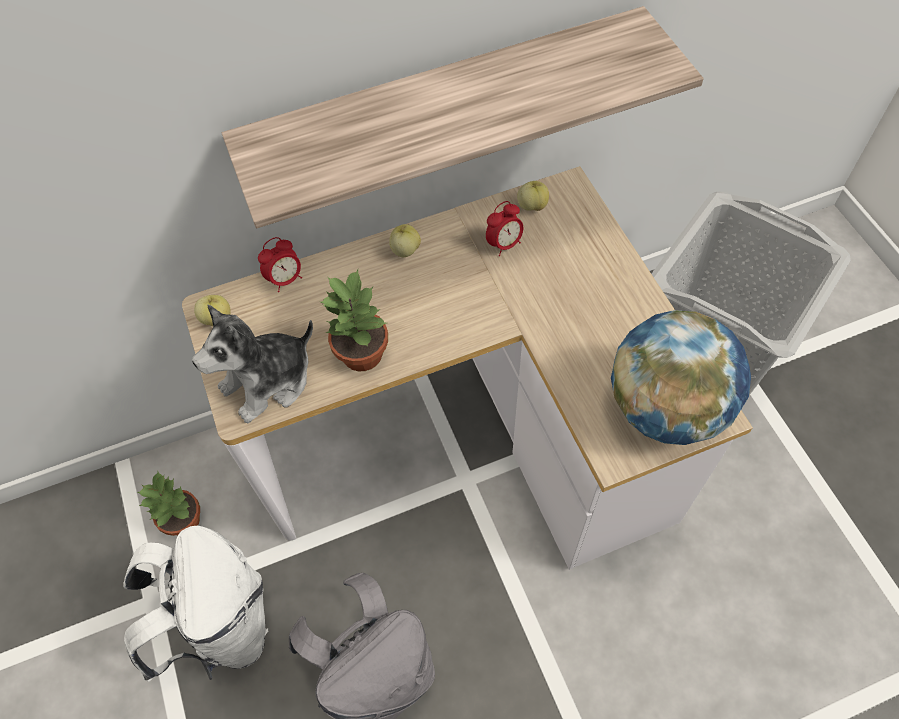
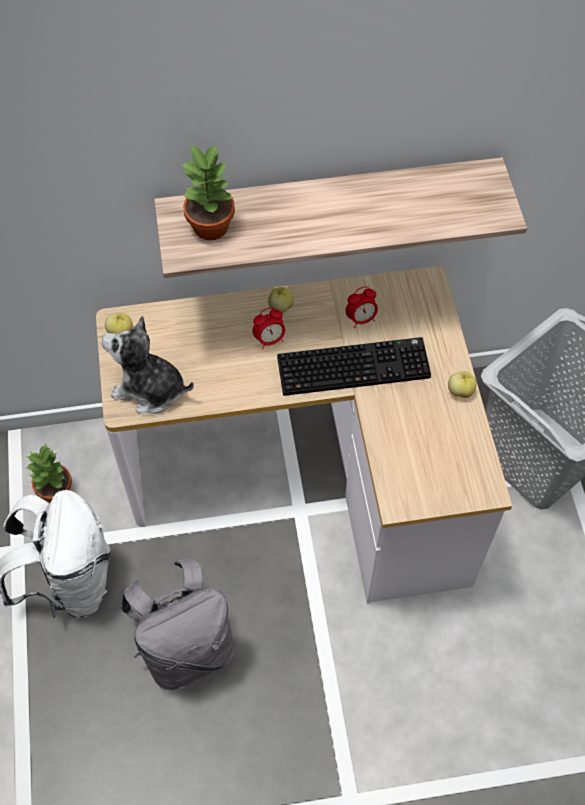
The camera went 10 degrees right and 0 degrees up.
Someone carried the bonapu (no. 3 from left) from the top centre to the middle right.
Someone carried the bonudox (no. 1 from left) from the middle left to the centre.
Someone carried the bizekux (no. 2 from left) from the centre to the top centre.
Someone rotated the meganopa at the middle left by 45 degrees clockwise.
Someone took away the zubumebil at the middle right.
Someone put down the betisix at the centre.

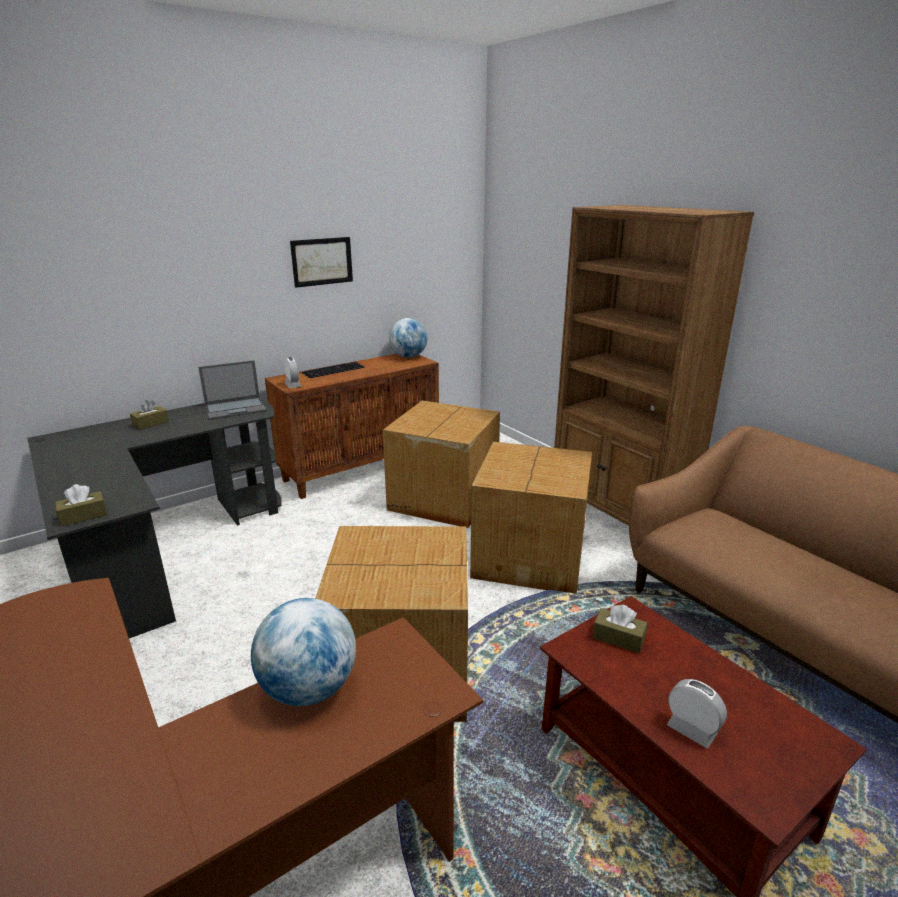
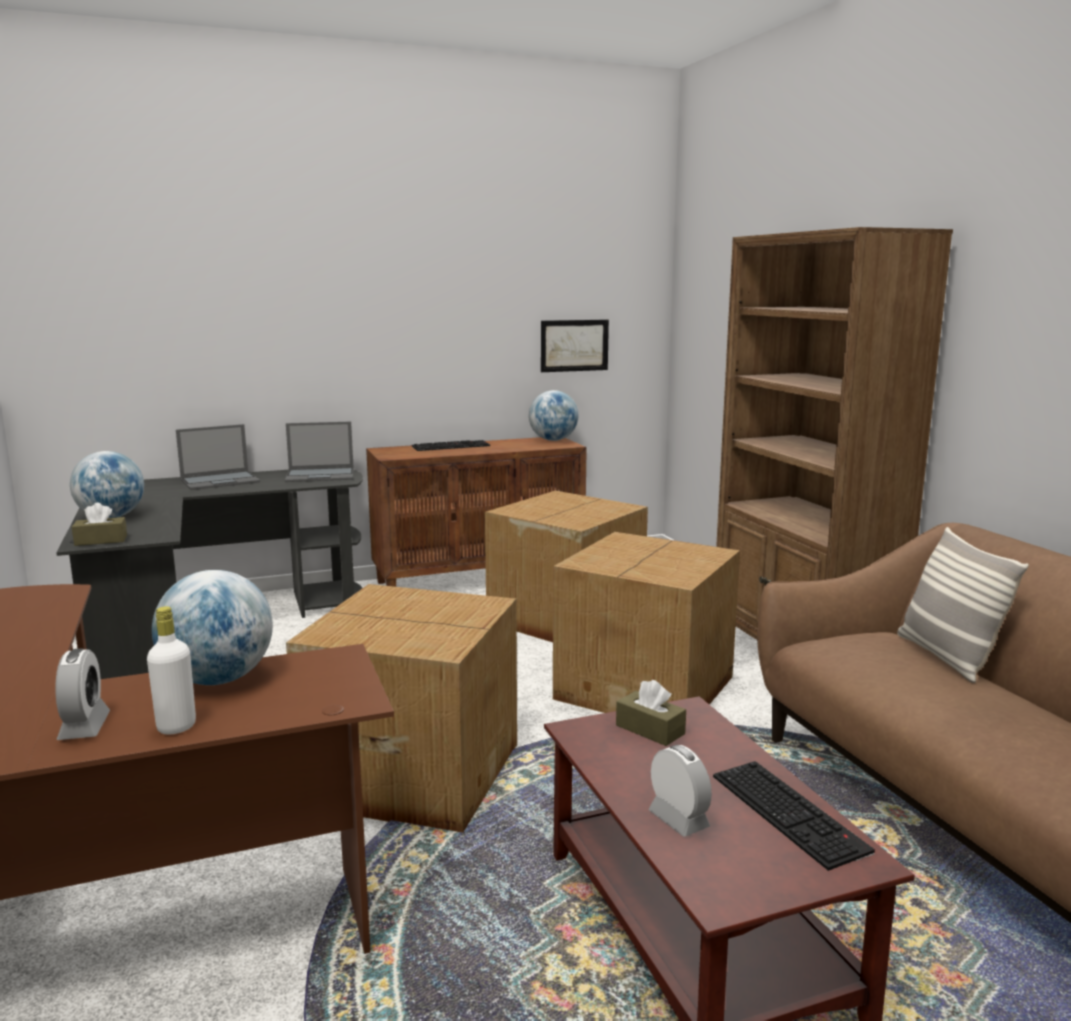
The camera went 15 degrees right and 10 degrees down.
Someone carried the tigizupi from the top centre to the centre.
Someone carried the bonudox (no. 1 from left) from the middle left to the bottom left.
Someone swapped the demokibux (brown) (no. 2 from left) at the middle left for the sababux (no. 1 from left) at the middle left.
Someone put down the zubumebil (no. 1 from left) at the middle left.
Someone put down the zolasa at the middle right.
Someone put down the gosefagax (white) at the middle left.
Someone put down the betisix (no. 2 from left) at the bottom right.

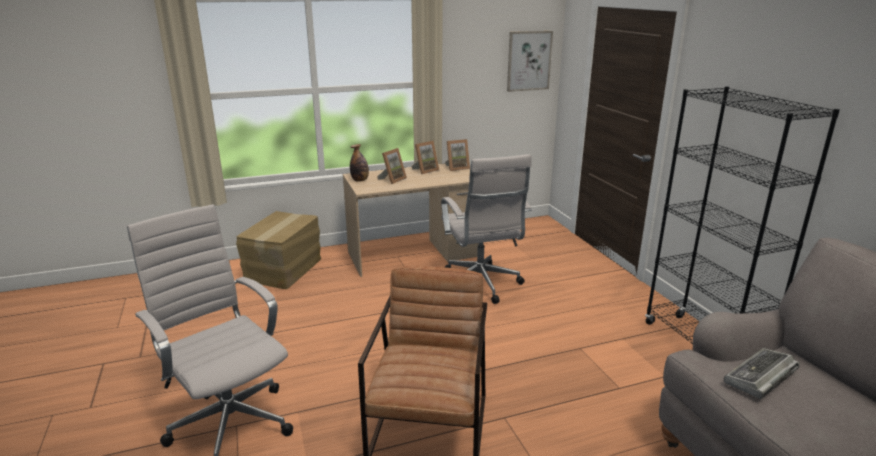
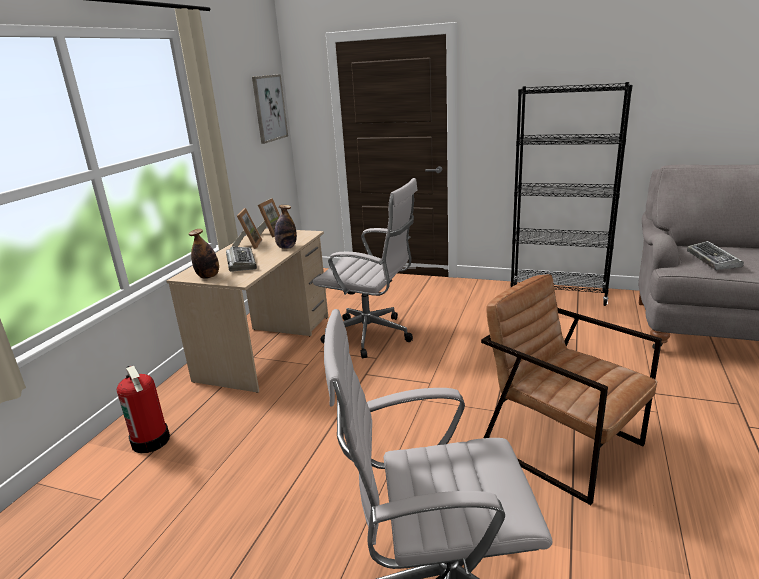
The camera went 50 degrees left and 0 degrees up.
Someone swapped the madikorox (no. 1 from left) at the centre for the betisix (no. 1 from left) at the middle left.
Someone swapped the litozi at the middle left for the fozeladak at the bottom left.
Someone put down the gosefagax (no. 2 from left) at the centre.

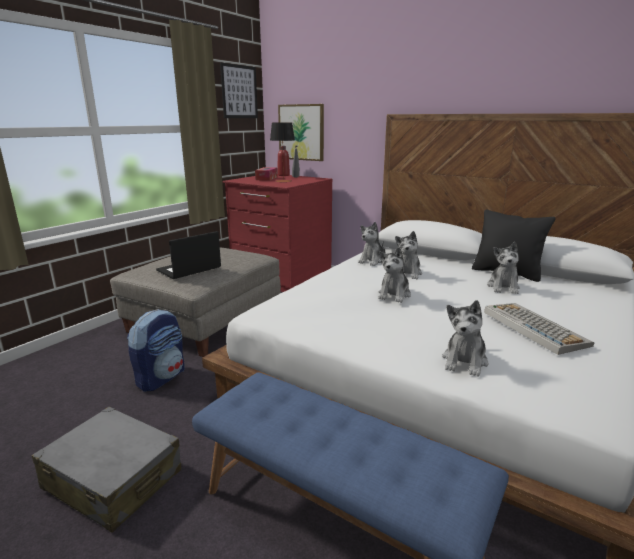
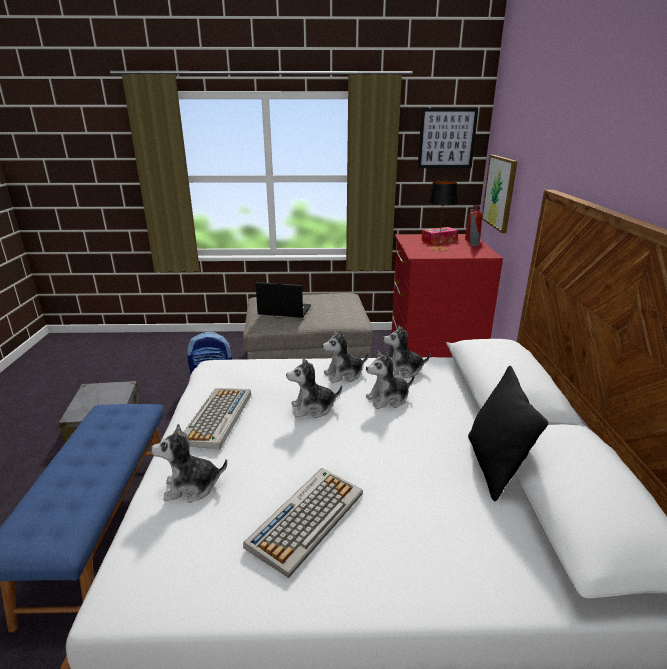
The camera went 55 degrees right and 5 degrees up.
Someone carried the meganopa (no. 5 from left in the first image) from the middle right to the centre.
Someone put down the betisix (no. 1 from left) at the middle left.

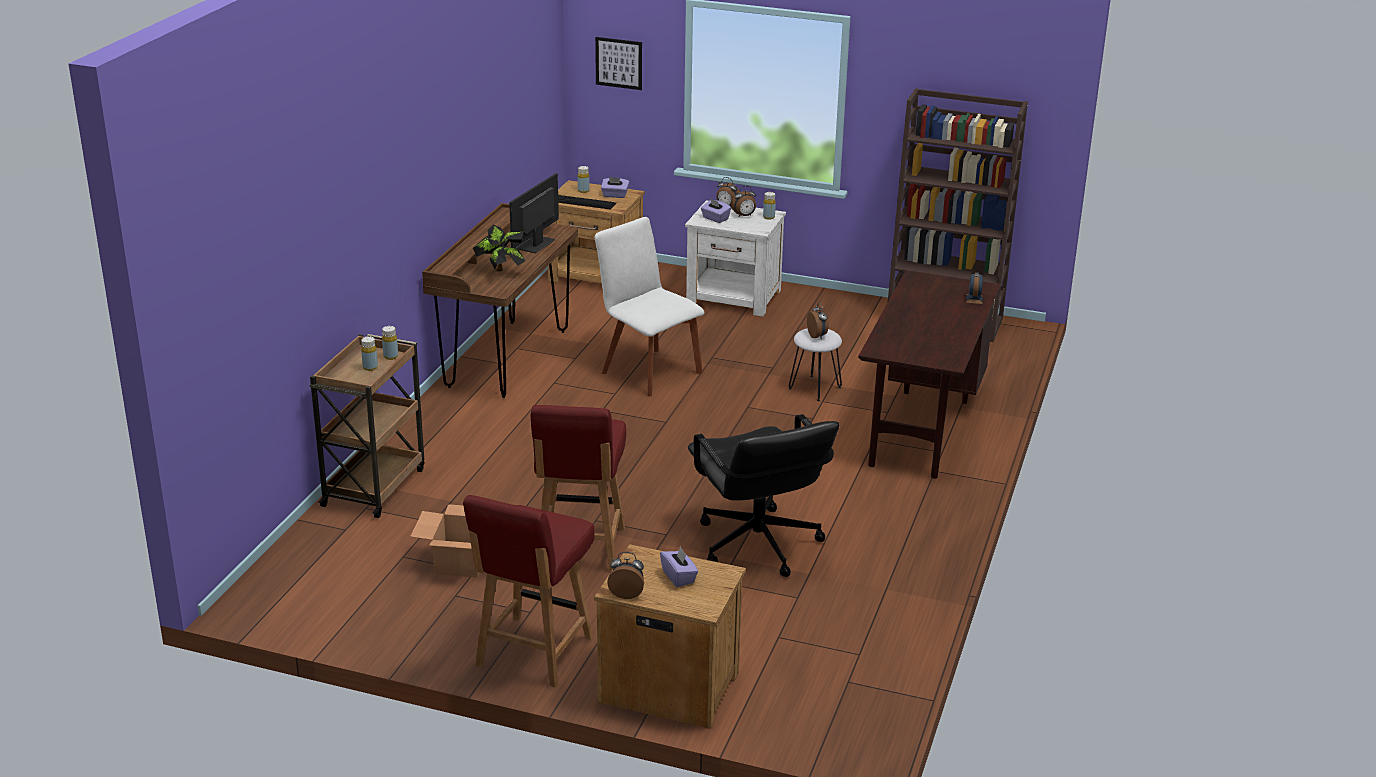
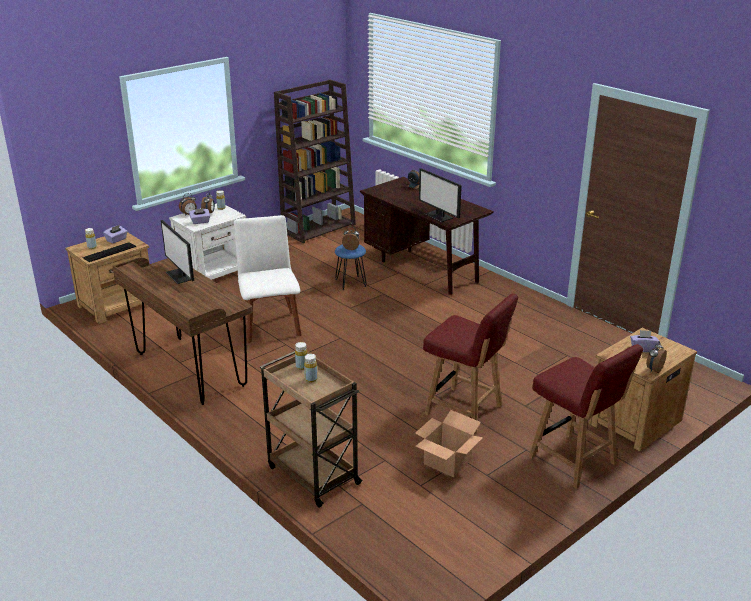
The camera went 60 degrees left and 0 degrees up.
Someone took away the tigizupi at the top centre.
Someone rotated the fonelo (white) at the centre by 90 degrees clockwise.
Someone took away the bizekux at the top centre.
Someone repainted the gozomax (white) at the centre, which became the gozomax (blue) at the centre.
Someone took away the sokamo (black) at the centre.
Someone put down the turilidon (no. 2 from left) at the top centre.

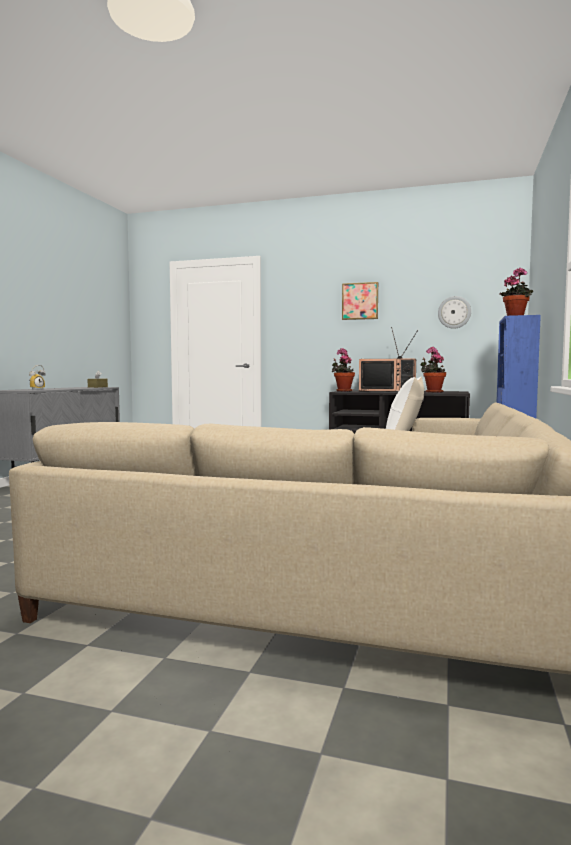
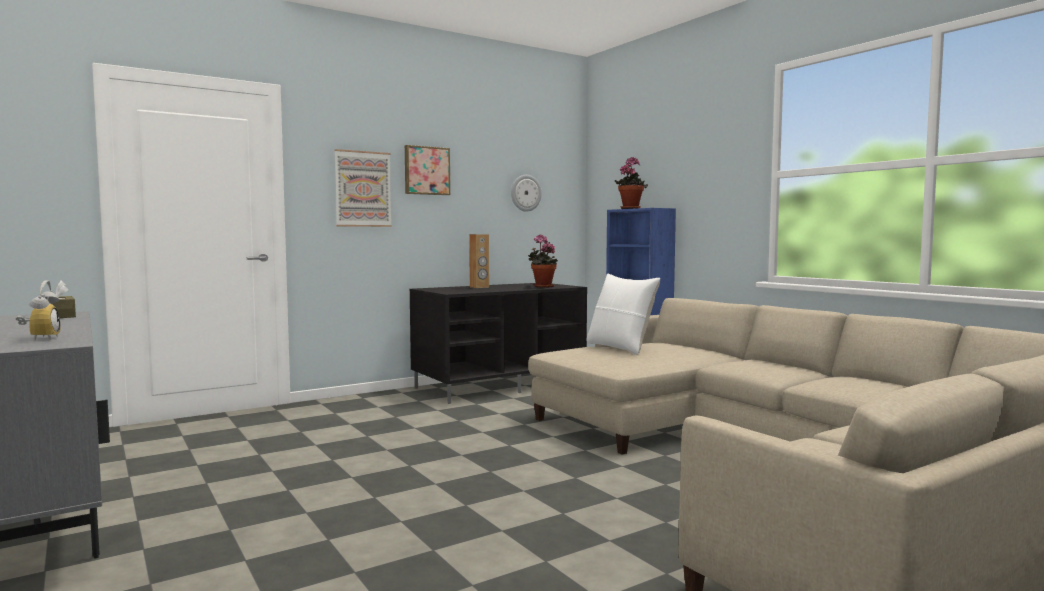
The camera went 50 degrees left and 0 degrees up.
Someone swapped the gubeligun at the middle right for the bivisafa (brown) at the centre.
Someone took away the bizekux (no. 1 from left) at the centre.
Someone put up the tigizupi (no. 1 from left) at the top centre.

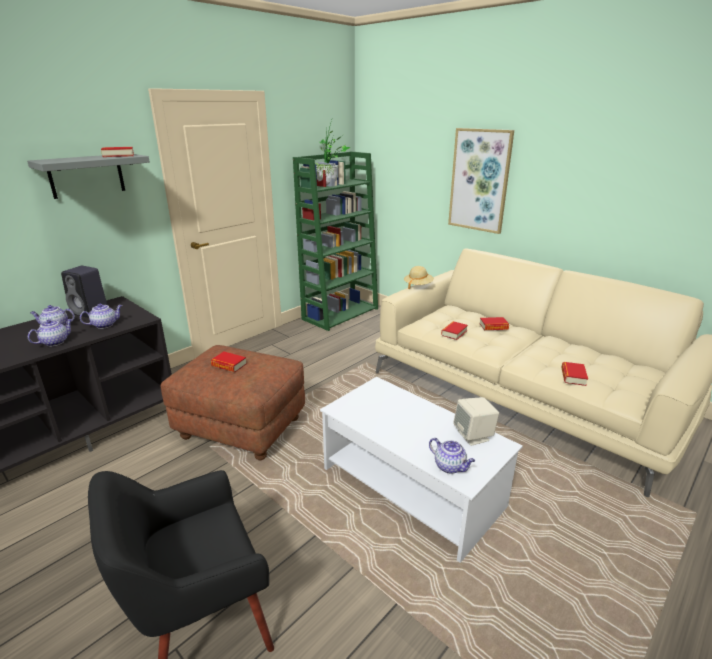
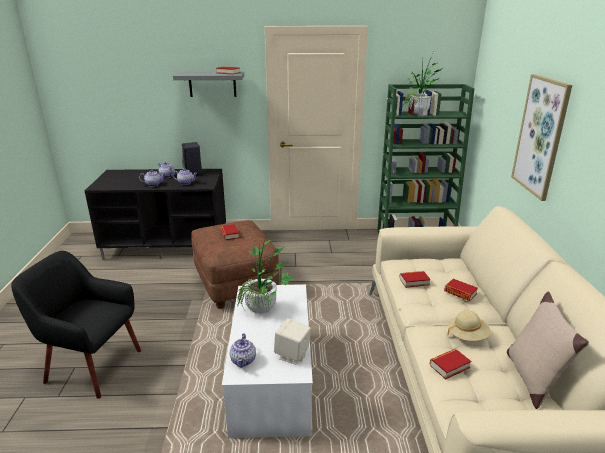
The camera went 45 degrees right and 0 degrees up.
Someone carried the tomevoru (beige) from the centre to the bottom right.
Someone put down the bizekux (no. 1 from left) at the centre.
Someone put down the zolasa (beige) at the bottom right.

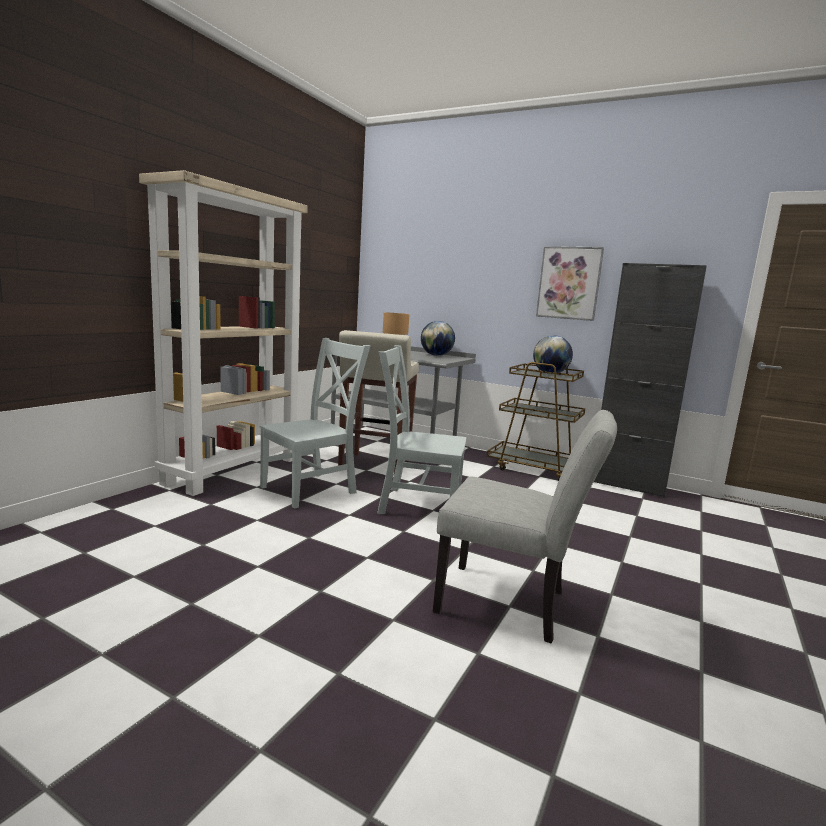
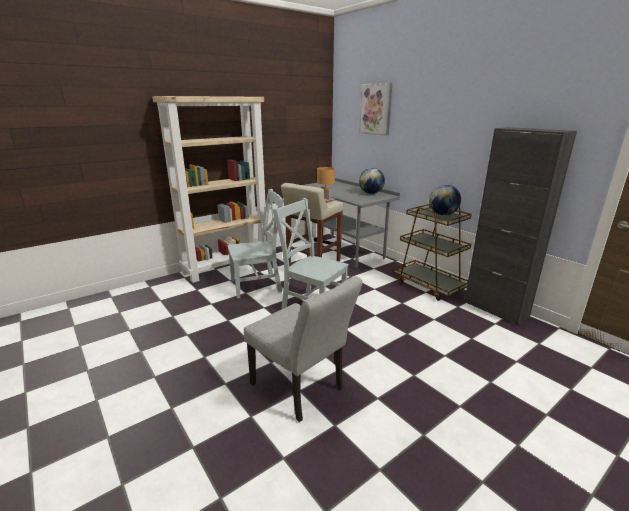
The camera went 25 degrees right and 10 degrees up.
Someone carried the tigizupi from the middle right to the top centre.

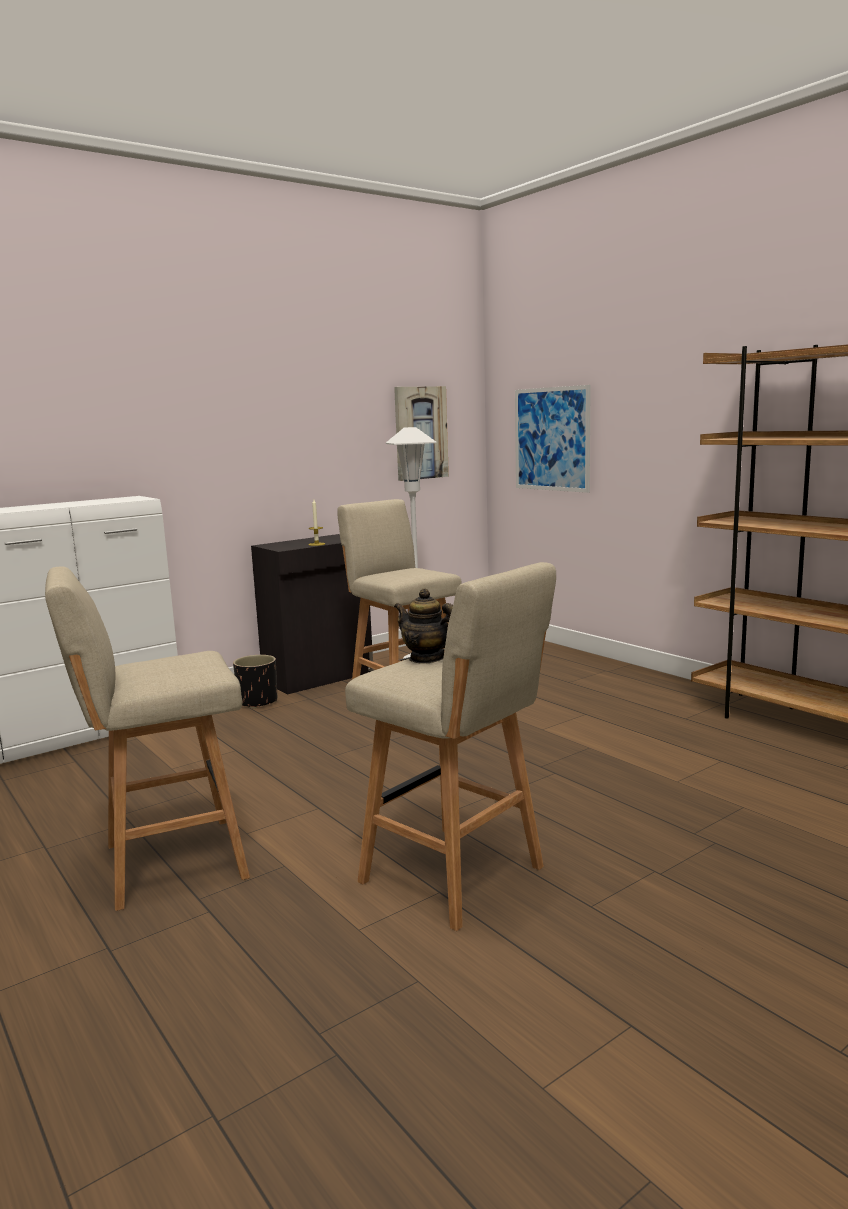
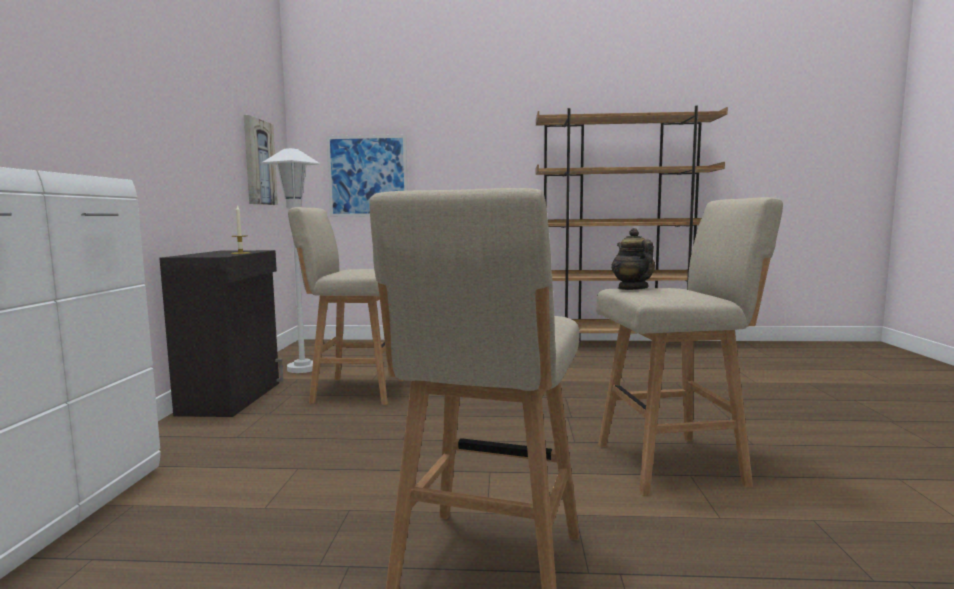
The camera went 50 degrees left and 5 degrees down.
Someone rotated the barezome at the centre by 90 degrees clockwise.
Someone took away the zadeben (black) at the middle left.

